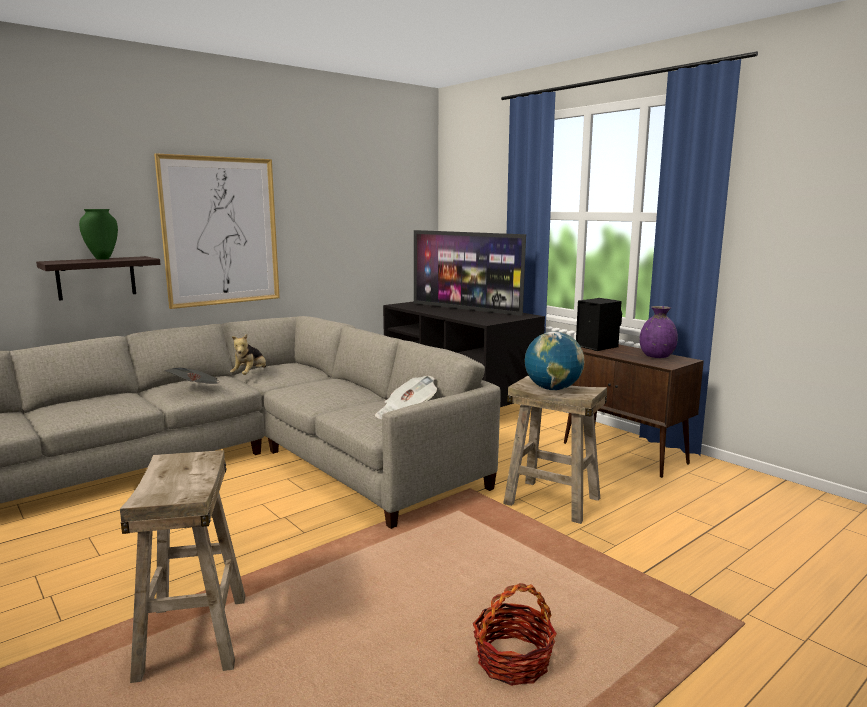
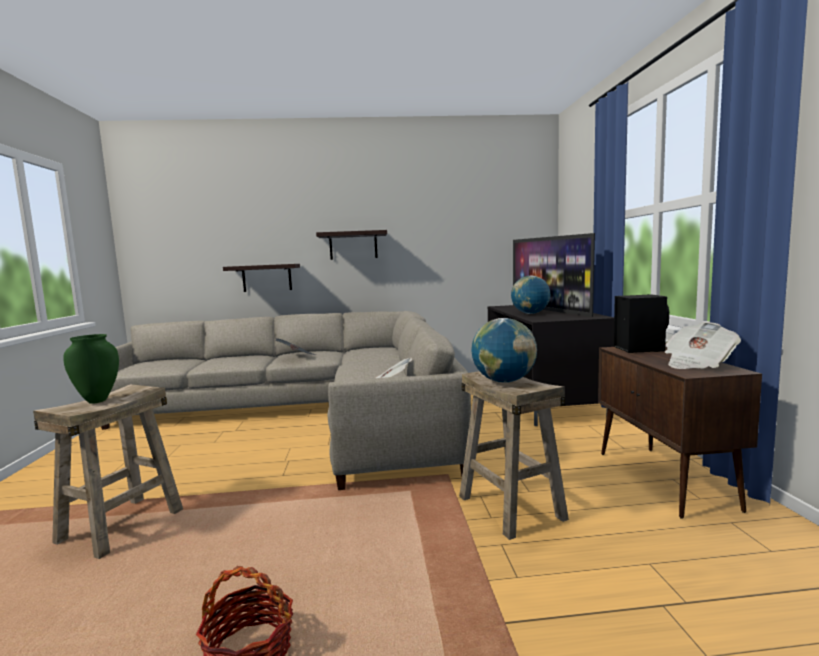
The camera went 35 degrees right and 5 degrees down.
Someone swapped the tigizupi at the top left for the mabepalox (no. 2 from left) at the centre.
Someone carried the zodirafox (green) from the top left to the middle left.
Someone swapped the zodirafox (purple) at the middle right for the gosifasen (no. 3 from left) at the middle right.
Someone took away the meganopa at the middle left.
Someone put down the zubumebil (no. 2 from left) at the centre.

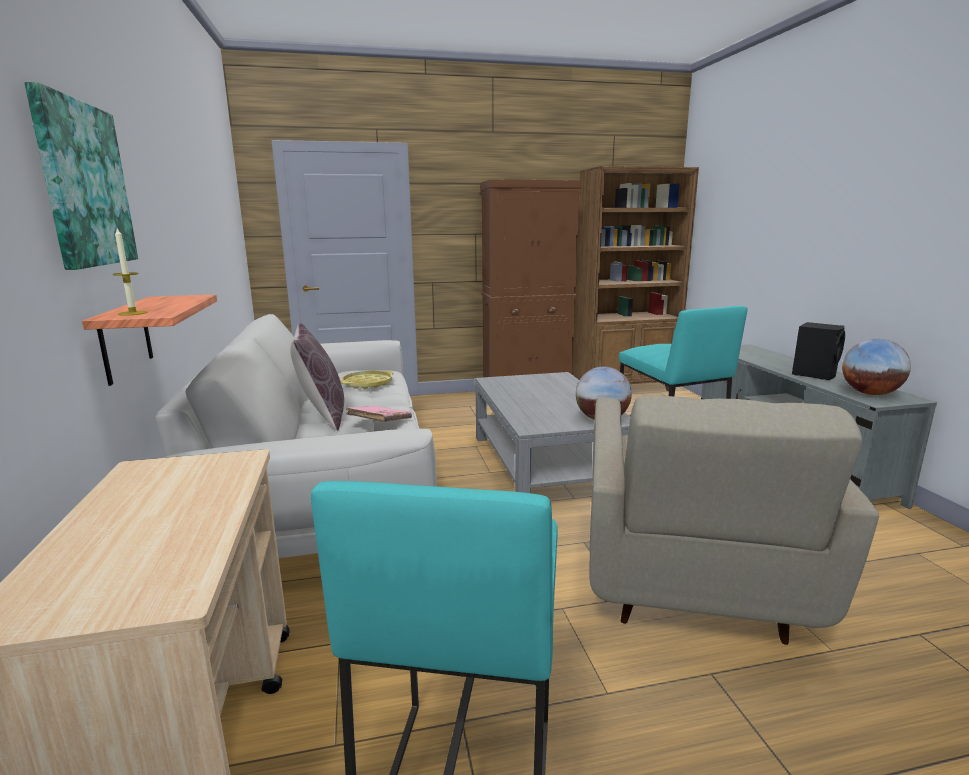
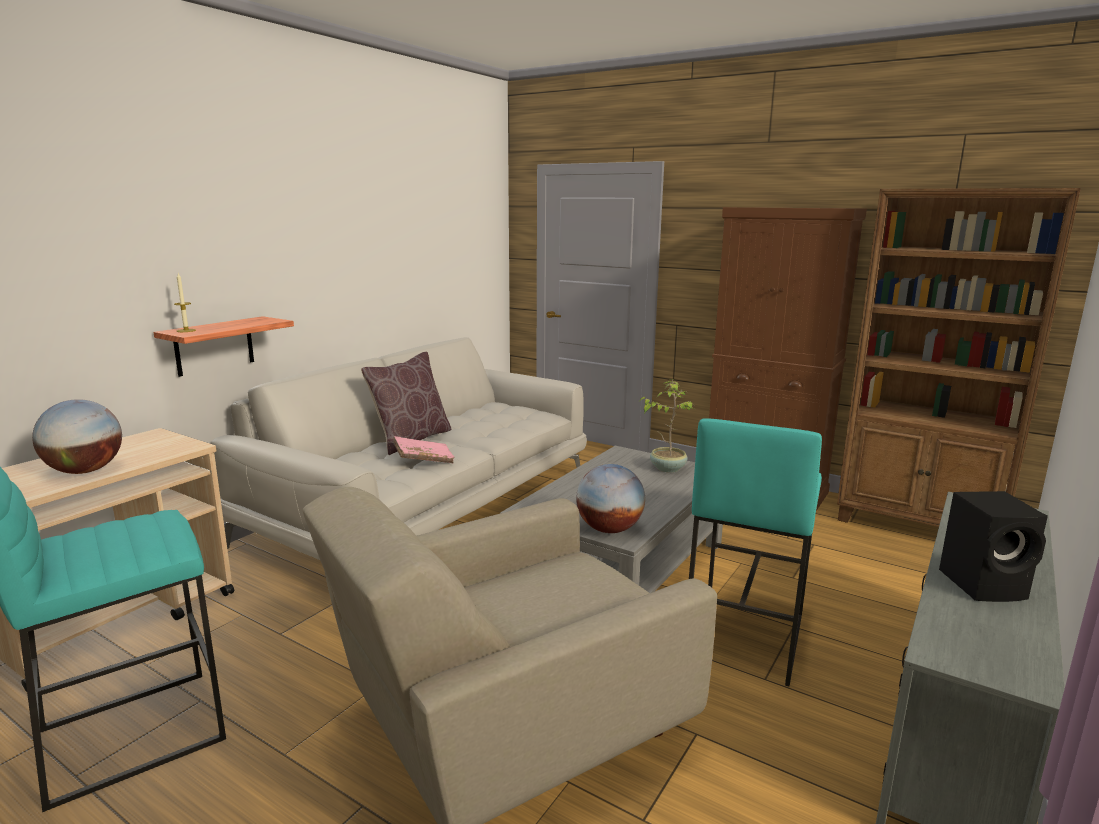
The camera went 45 degrees right and 0 degrees up.
Someone took away the tigizupi at the top left.
Someone carried the zubumebil (no. 2 from left in the first image) from the middle right to the middle left.
Someone took away the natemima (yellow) at the centre.
Someone put down the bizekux at the centre.

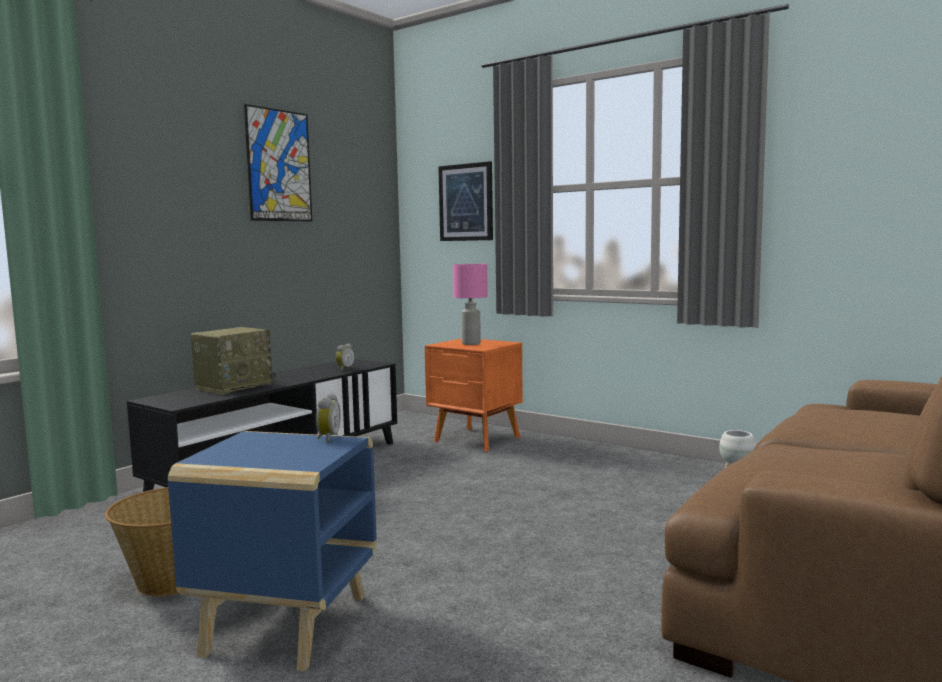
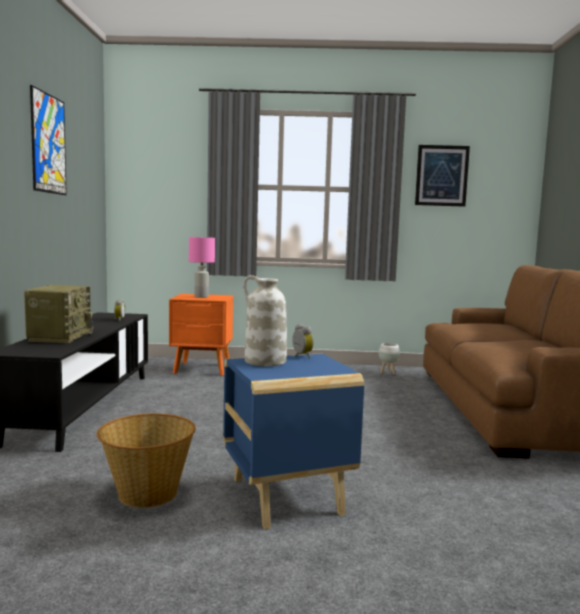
The camera went 35 degrees left and 0 degrees up.
Someone carried the tigizupi (no. 2 from left) from the top centre to the top right.
Someone put down the zodirafox (white) at the centre.

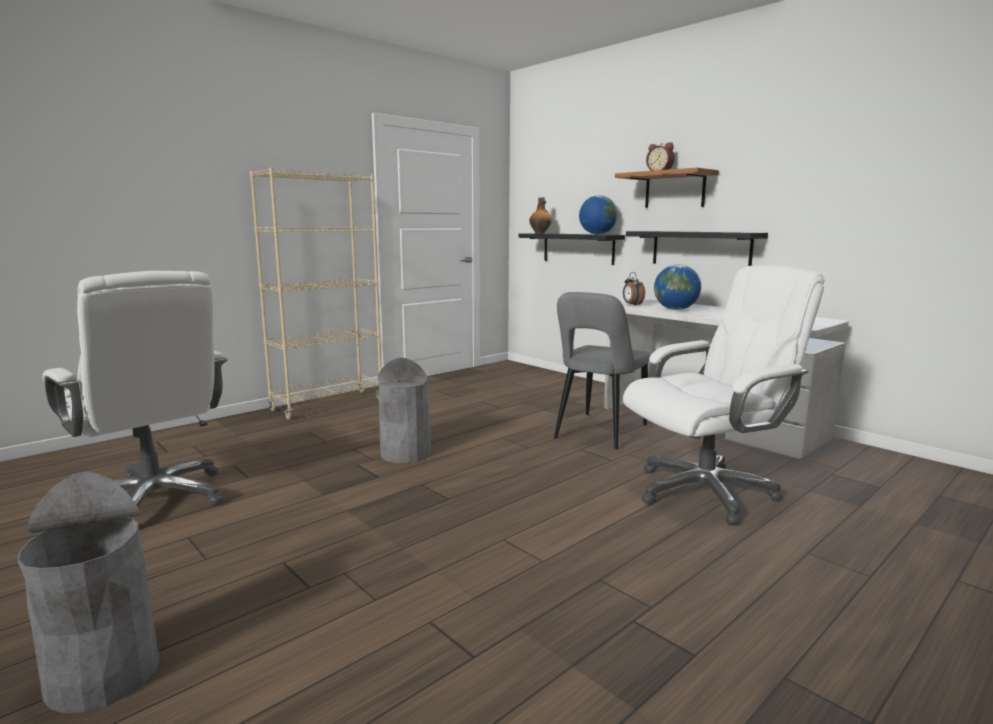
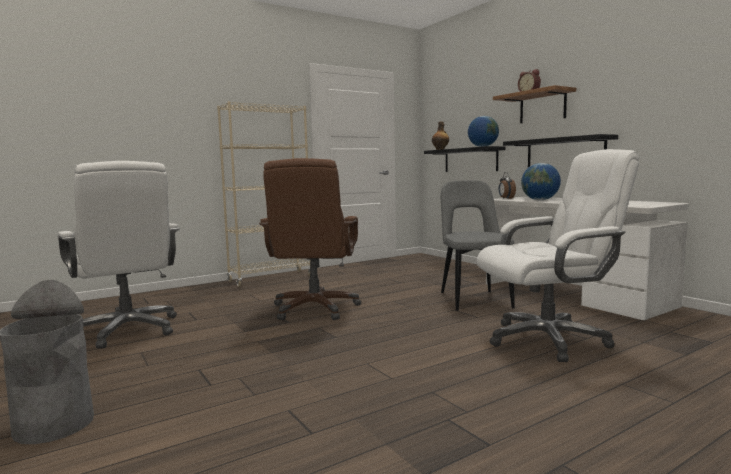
The camera went 10 degrees right and 5 degrees down.
Someone rotated the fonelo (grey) at the centre by 135 degrees clockwise.
Someone swapped the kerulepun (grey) (no. 2 from left) at the centre for the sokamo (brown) at the centre.

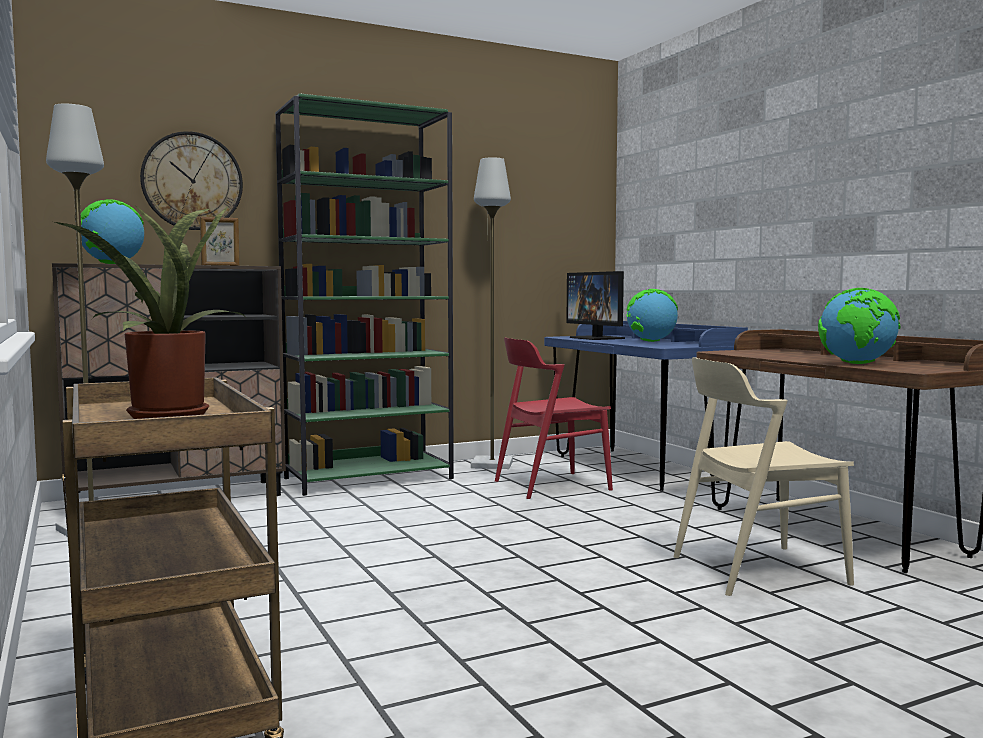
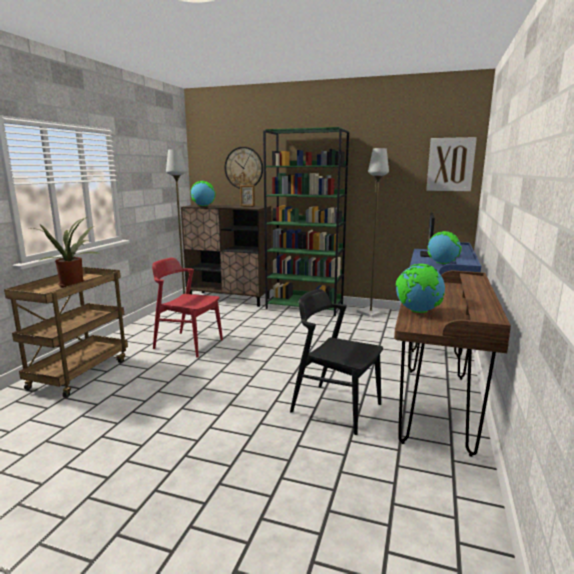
The camera went 45 degrees right and 10 degrees up.
Someone carried the fonelo (red) from the centre to the middle left.
Someone repainted the fonelo (beige) at the middle right, which became the fonelo (black) at the centre.
Someone put up the tigizupi at the top right.

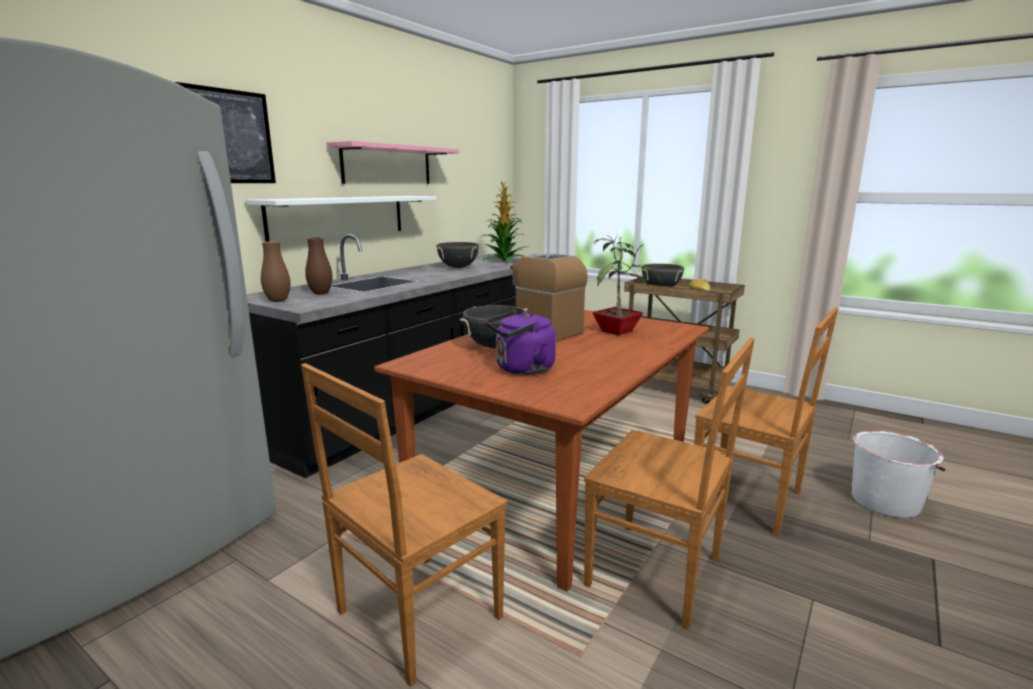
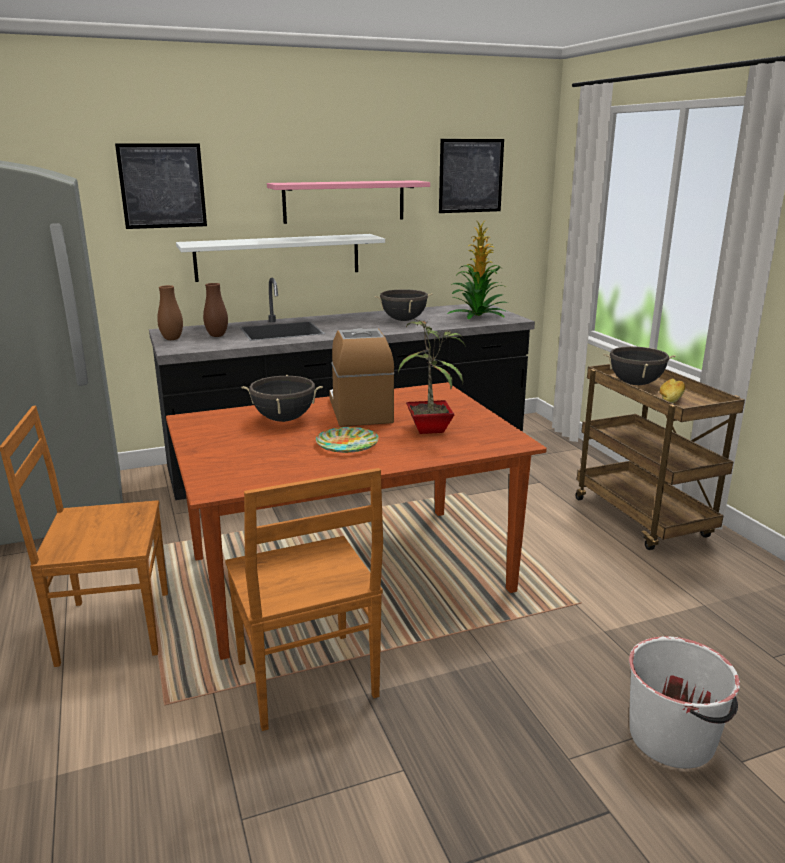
The camera went 35 degrees right and 5 degrees up.
Someone took away the fonelo (brown) (no. 3 from left) at the middle right.
Someone took away the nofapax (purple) at the centre.
Someone put up the tigizupi (no. 2 from left) at the top centre.
Someone put down the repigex at the centre.

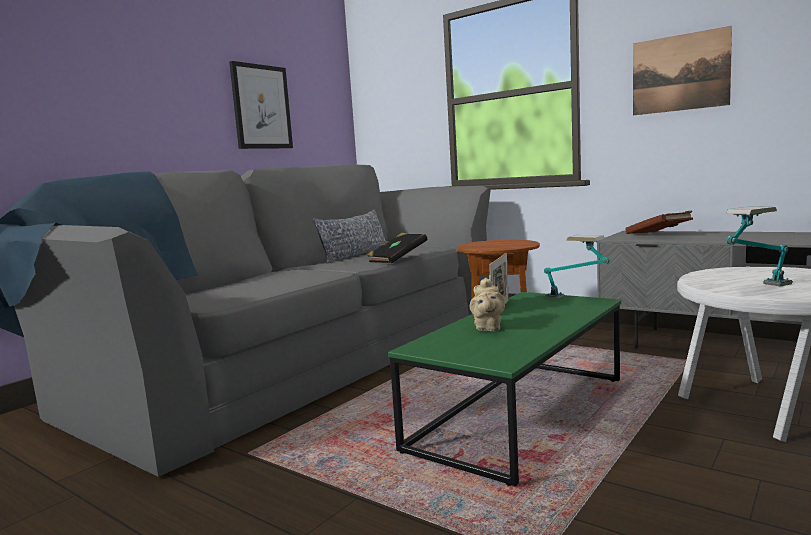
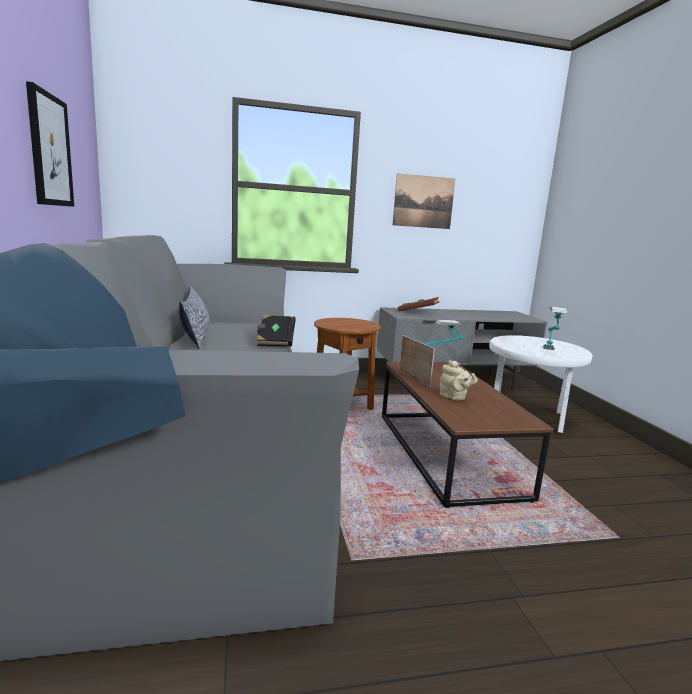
The camera went 50 degrees left and 5 degrees up.
Someone repainted the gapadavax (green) at the bottom centre, which became the gapadavax (brown) at the middle right.

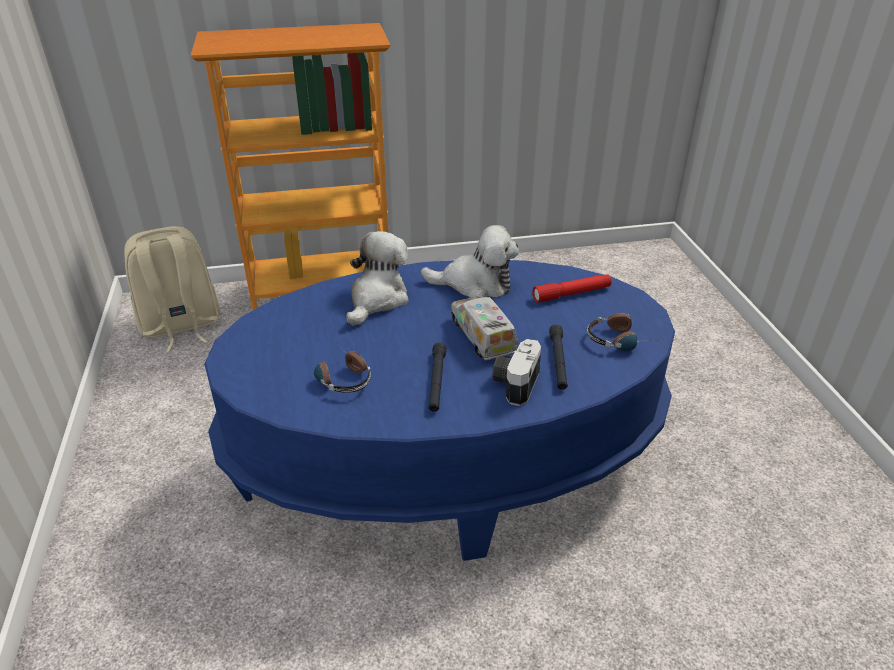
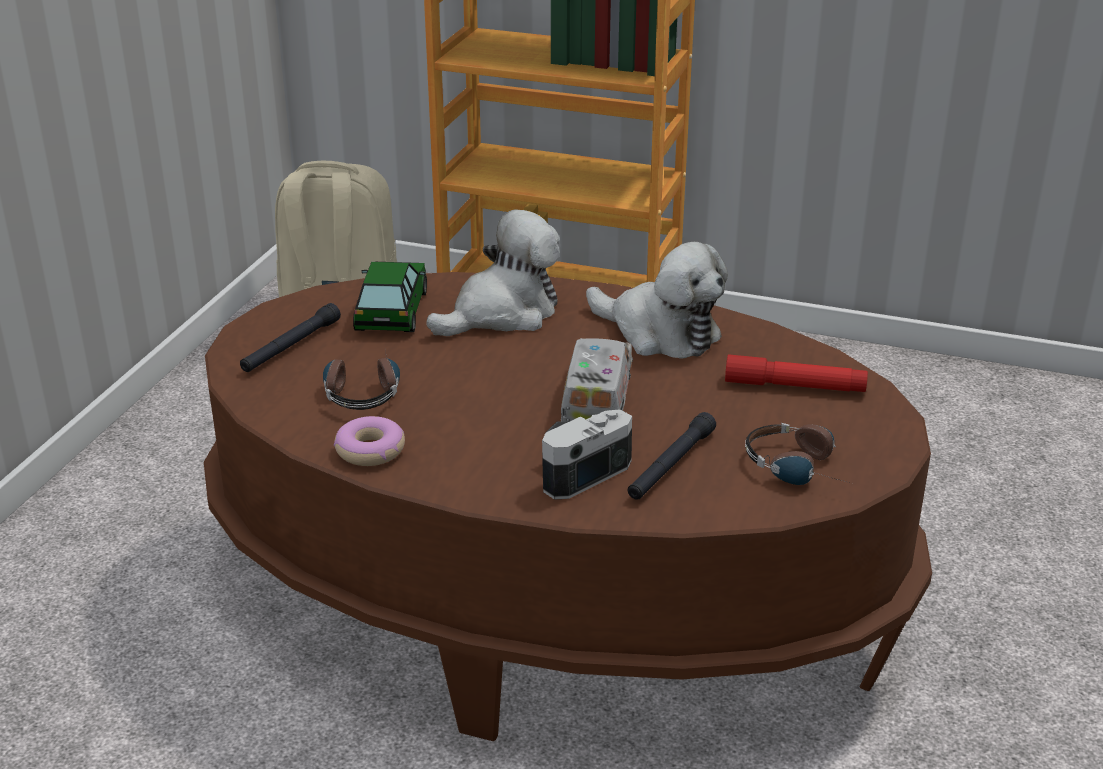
The camera went 30 degrees right and 5 degrees down.
Someone repainted the gapadavax (blue) at the centre, which became the gapadavax (brown) at the centre.
Someone carried the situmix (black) (no. 1 from left) from the centre to the middle left.
Someone put down the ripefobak at the centre.
Someone put down the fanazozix at the centre.

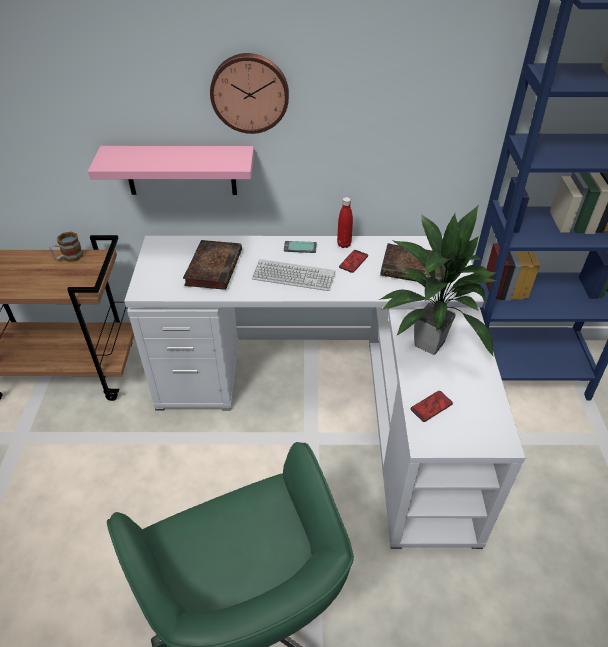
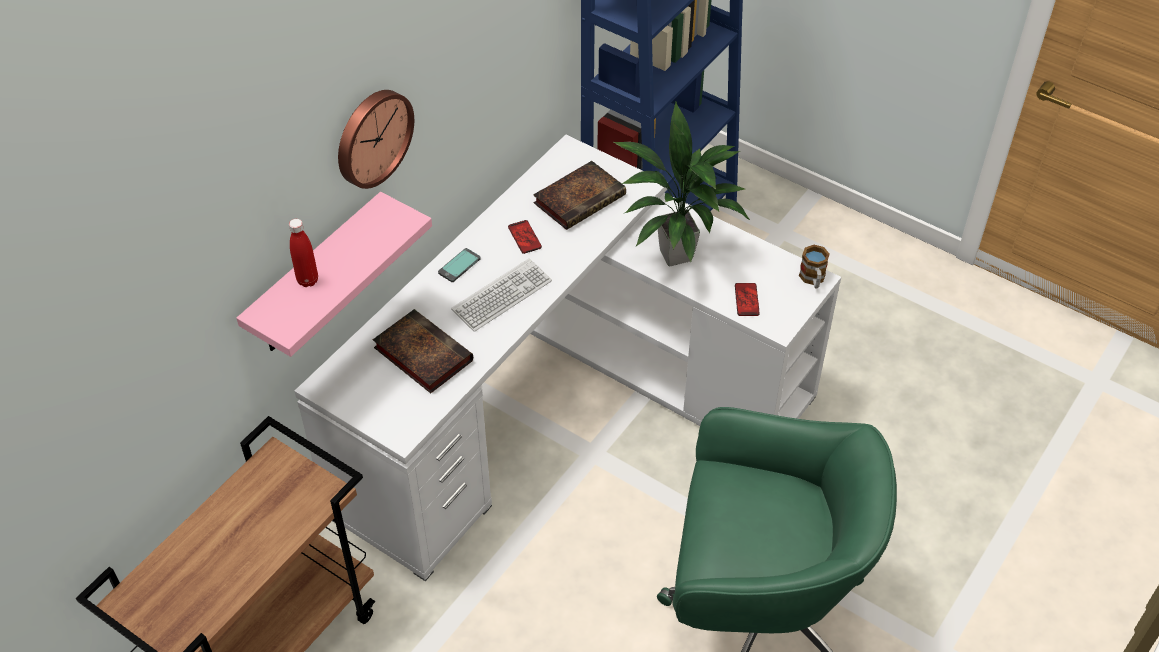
The camera went 55 degrees left and 5 degrees up.
Someone carried the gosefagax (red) from the centre to the middle left.
Someone carried the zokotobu from the middle left to the middle right.

